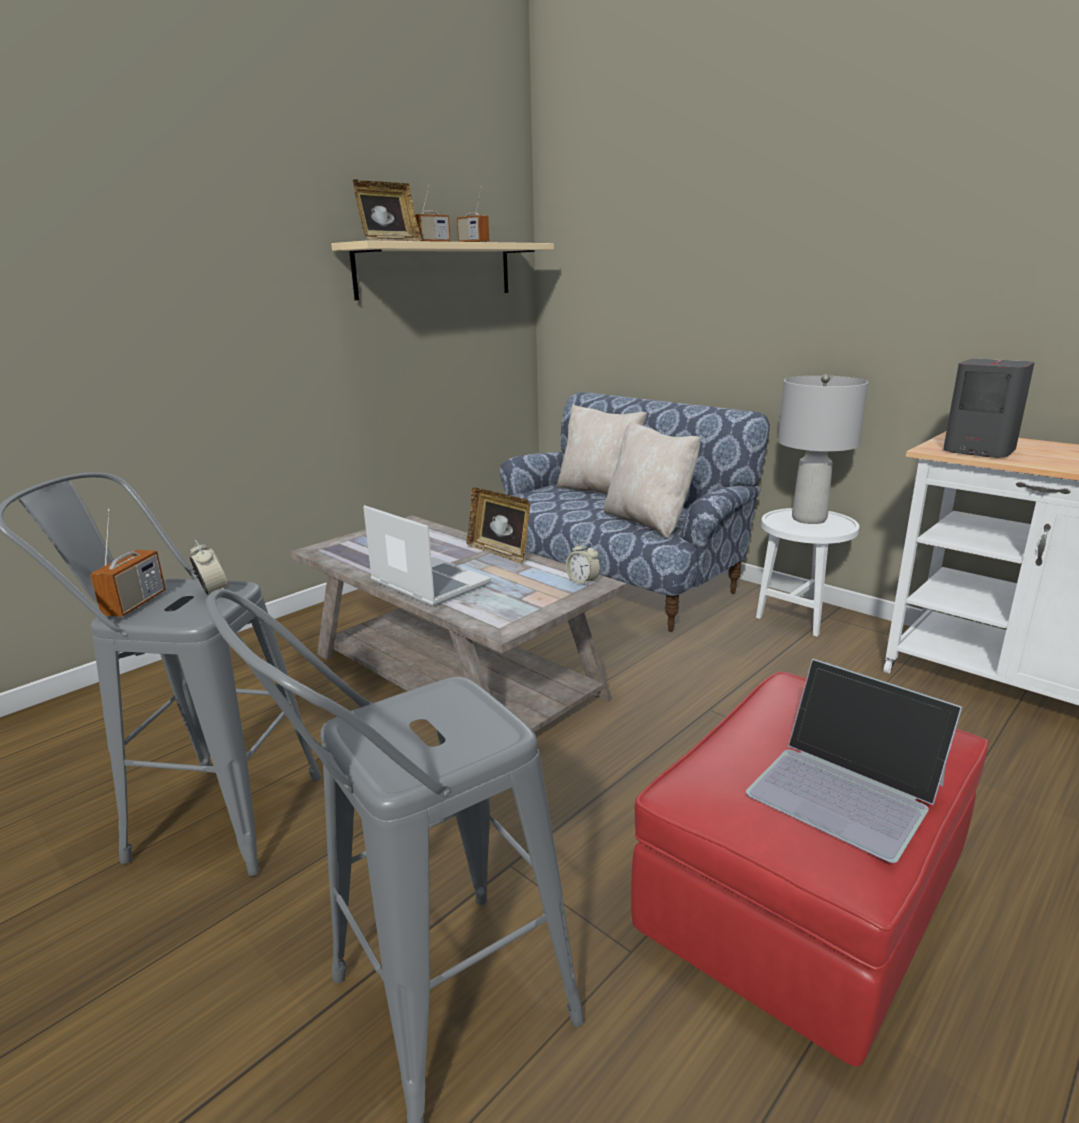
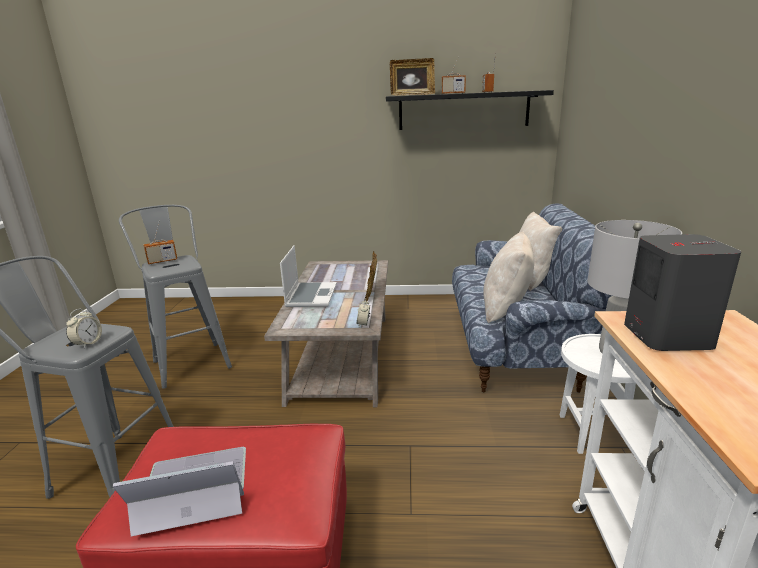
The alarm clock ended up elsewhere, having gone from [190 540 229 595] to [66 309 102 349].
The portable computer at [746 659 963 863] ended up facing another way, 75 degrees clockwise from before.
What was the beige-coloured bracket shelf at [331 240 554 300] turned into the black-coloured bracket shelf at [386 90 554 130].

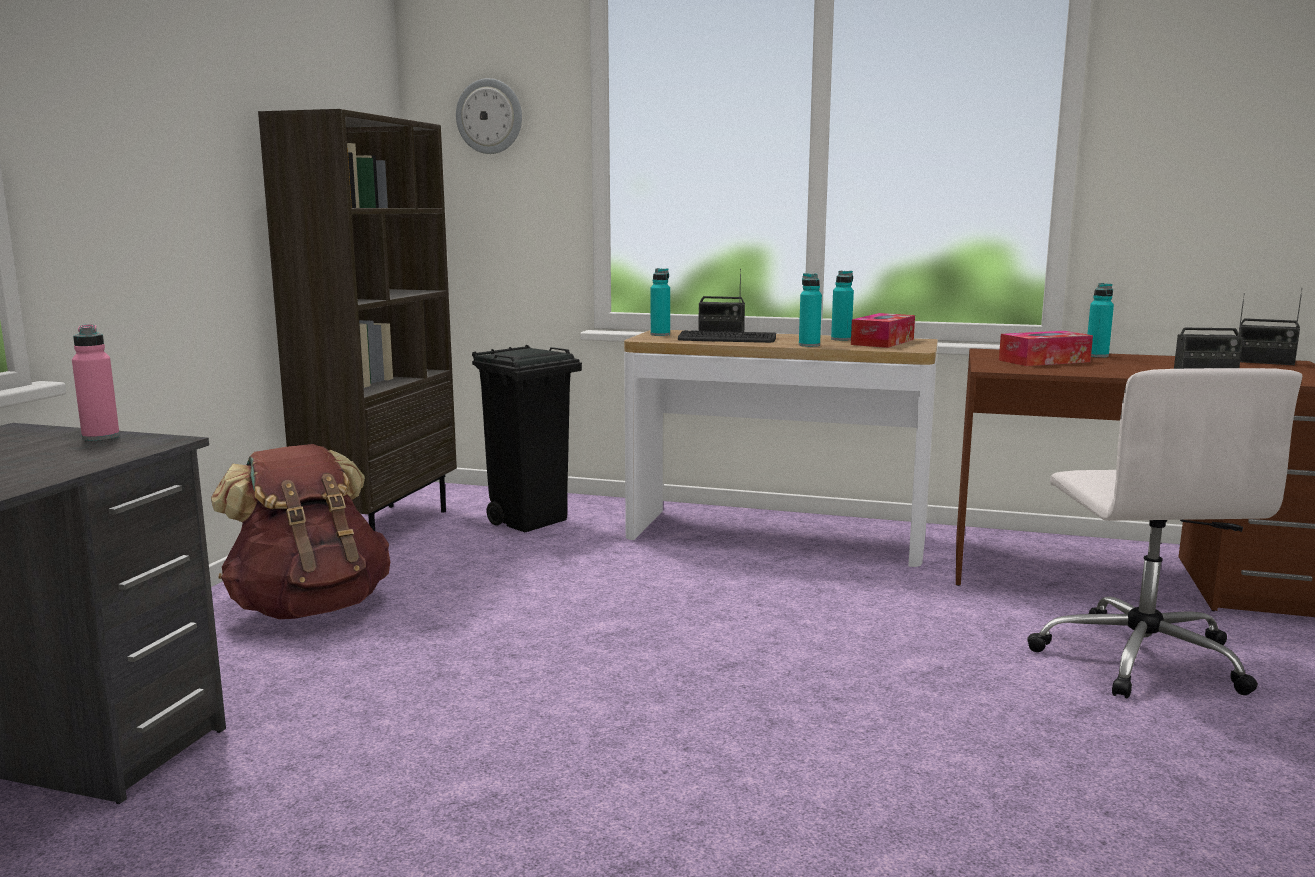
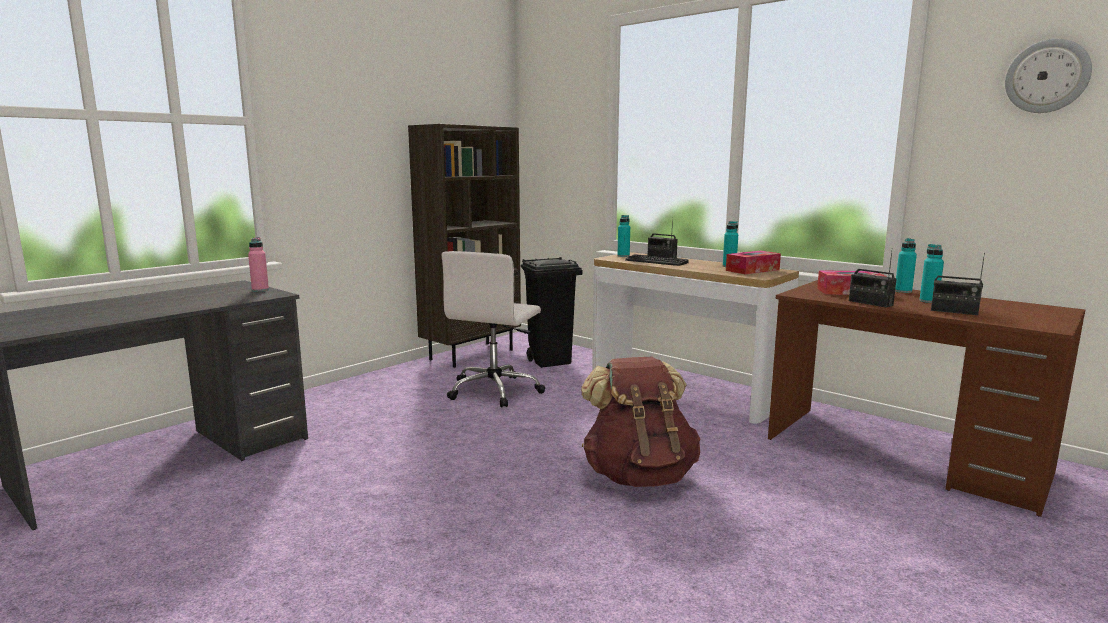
The white computer chair ended up elsewhere, having gone from [1027 368 1302 698] to [442 251 545 408].
The brown backpack ended up elsewhere, having gone from [211 444 390 619] to [581 357 700 487].
The radio receiver ended up elsewhere, having gone from [1239 288 1303 365] to [849 248 897 308].
The blue-green beverage bottle ended up elsewhere, having gone from [799 273 822 347] to [919 244 944 303].
The hanging clock ended up elsewhere, having gone from [456 78 522 154] to [1005 39 1092 113].

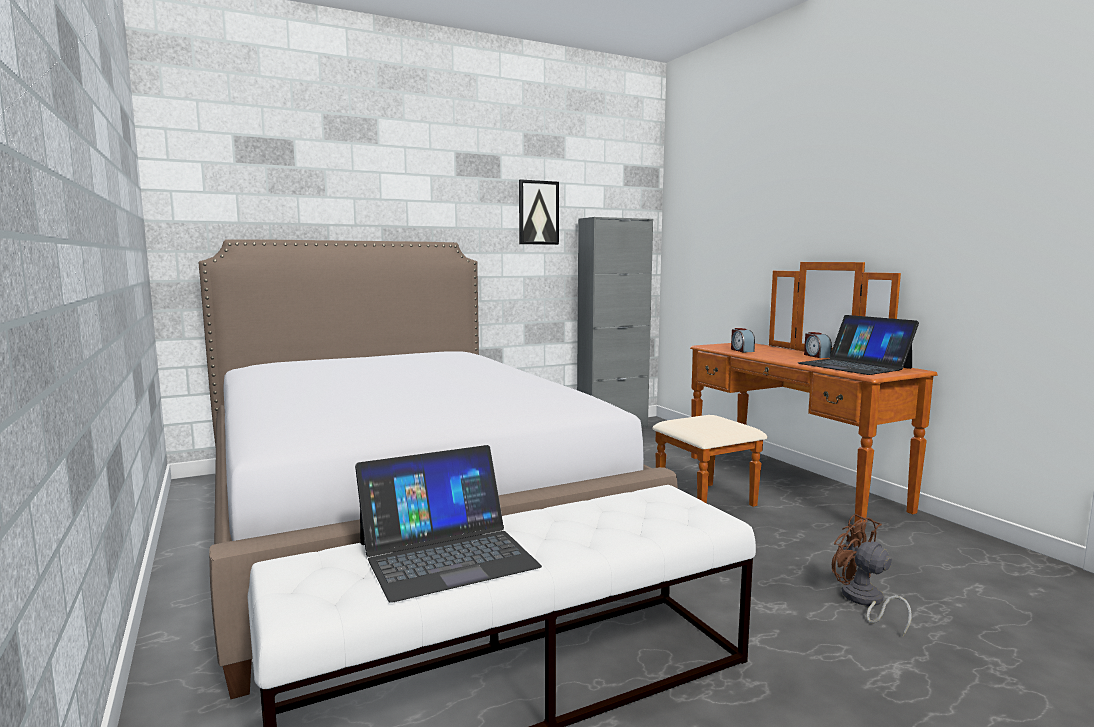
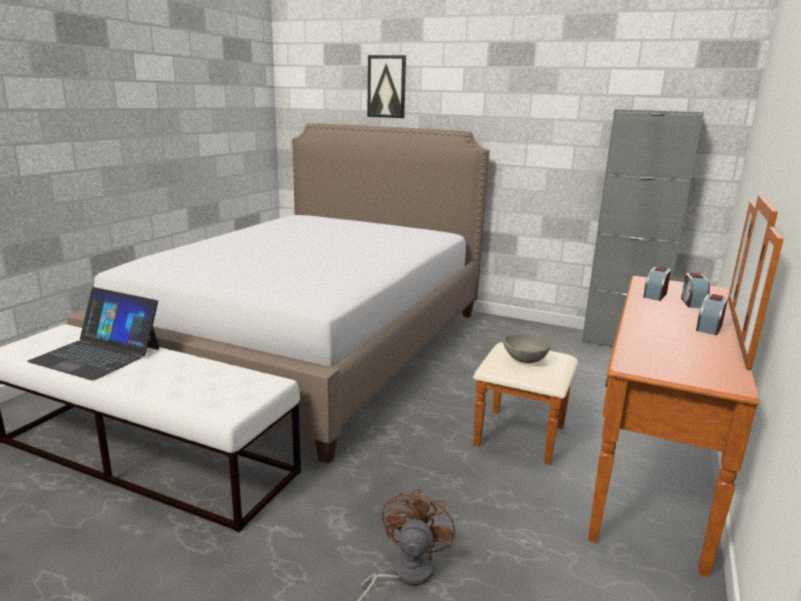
The wall art ended up elsewhere, having gone from [519 179 559 245] to [367 55 406 118].
The second view gained the gray serving bowl at [503 334 550 363].
The second view gained the alarm clock at [681 273 710 308].
The second view lost the portable computer at [798 315 919 375].

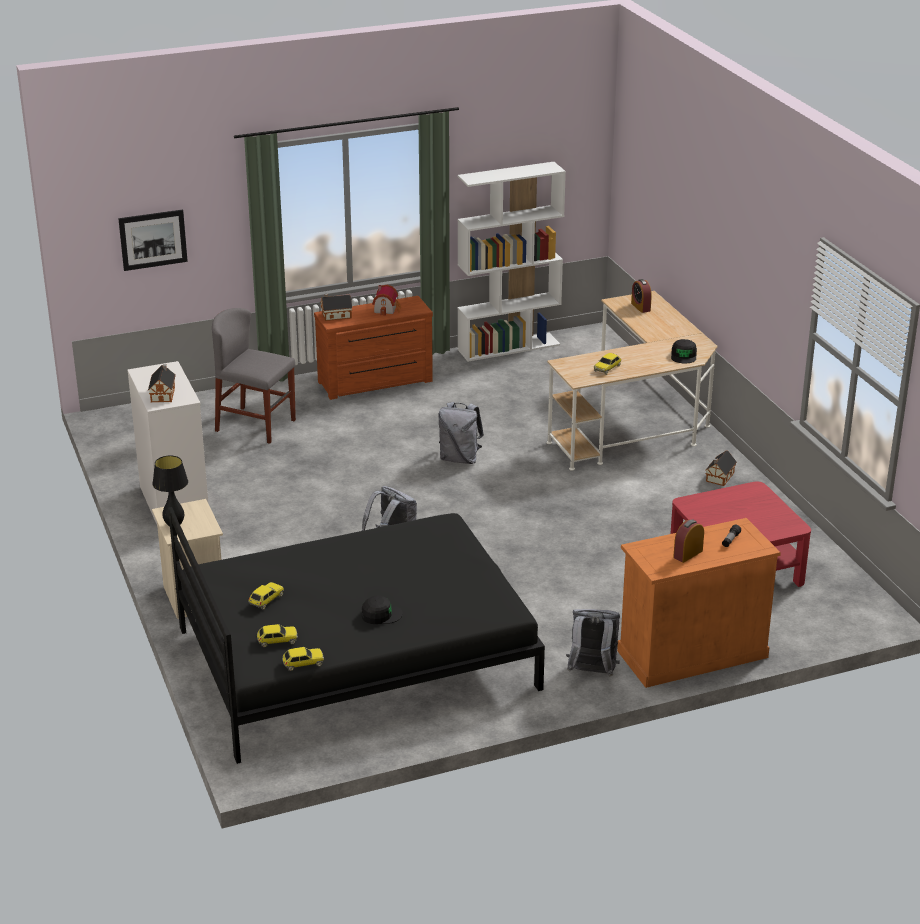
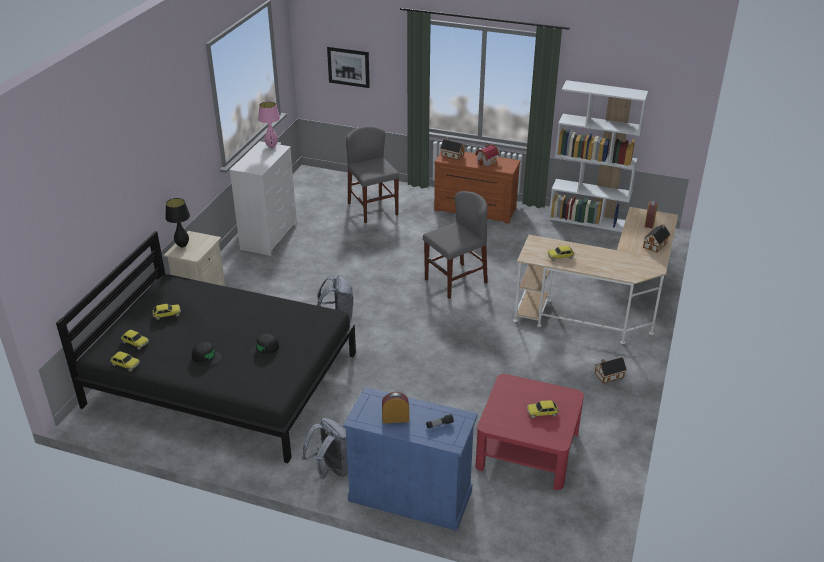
The black-coloured peaked cap ended up elsewhere, having gone from [671 339 697 363] to [250 334 279 358].
The second view gained the pink-coloured lamp for a table at [258 101 280 148].
What was the orange storage cabinet at [617 518 781 688] turned into the bluish storage cabinet at [343 387 478 531].
Where the gray backpack stood at [438 402 484 464], the gray upright chair came to stand at [423 191 488 299].
The second view gained the miniature car at [527 400 559 418].
The model house ended up elsewhere, having gone from [148 364 176 403] to [643 224 670 253].

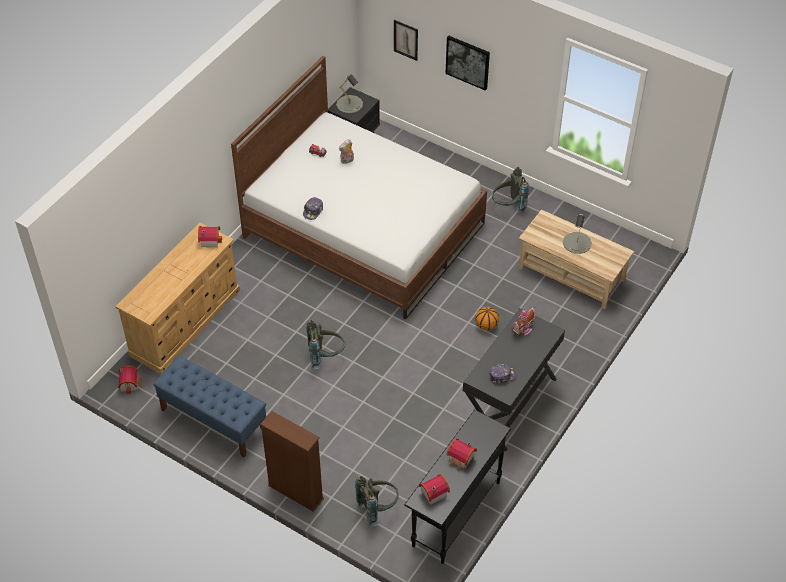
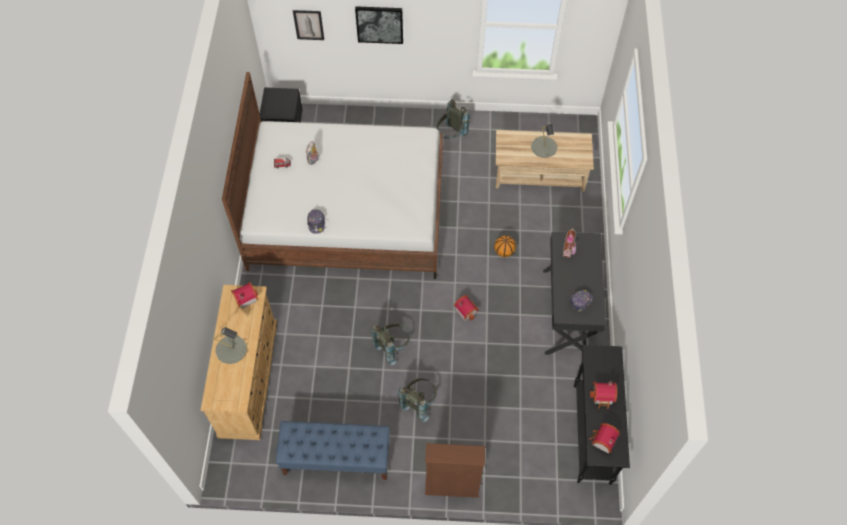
The gray lamp for a table ended up elsewhere, having gone from [337 74 363 114] to [212 327 247 364].
The gray backpack ended up elsewhere, having gone from [355 476 399 527] to [398 378 437 422].
The model house ended up elsewhere, having gone from [118 365 143 394] to [454 295 479 321].

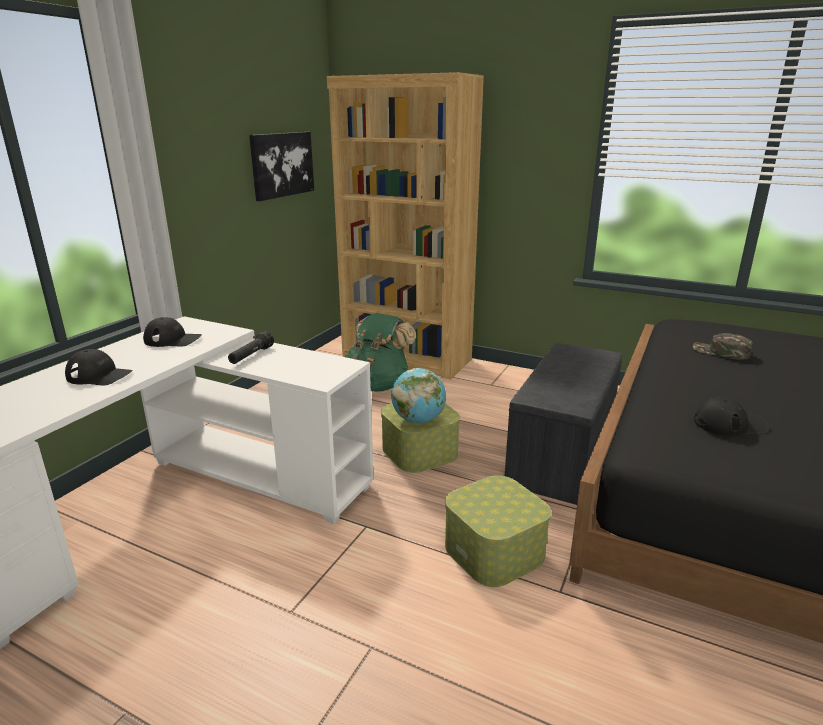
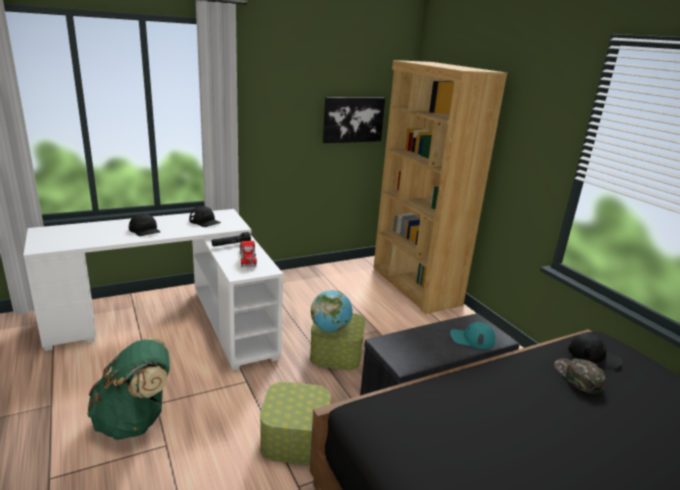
The greenish backpack ended up elsewhere, having gone from [345 313 416 392] to [87 338 170 440].
The second view gained the toy truck at [240 241 257 267].
The second view gained the blue-green peaked cap at [450 322 496 349].
The black-coloured peaked cap ended up elsewhere, having gone from [694 397 768 437] to [568 333 623 369].

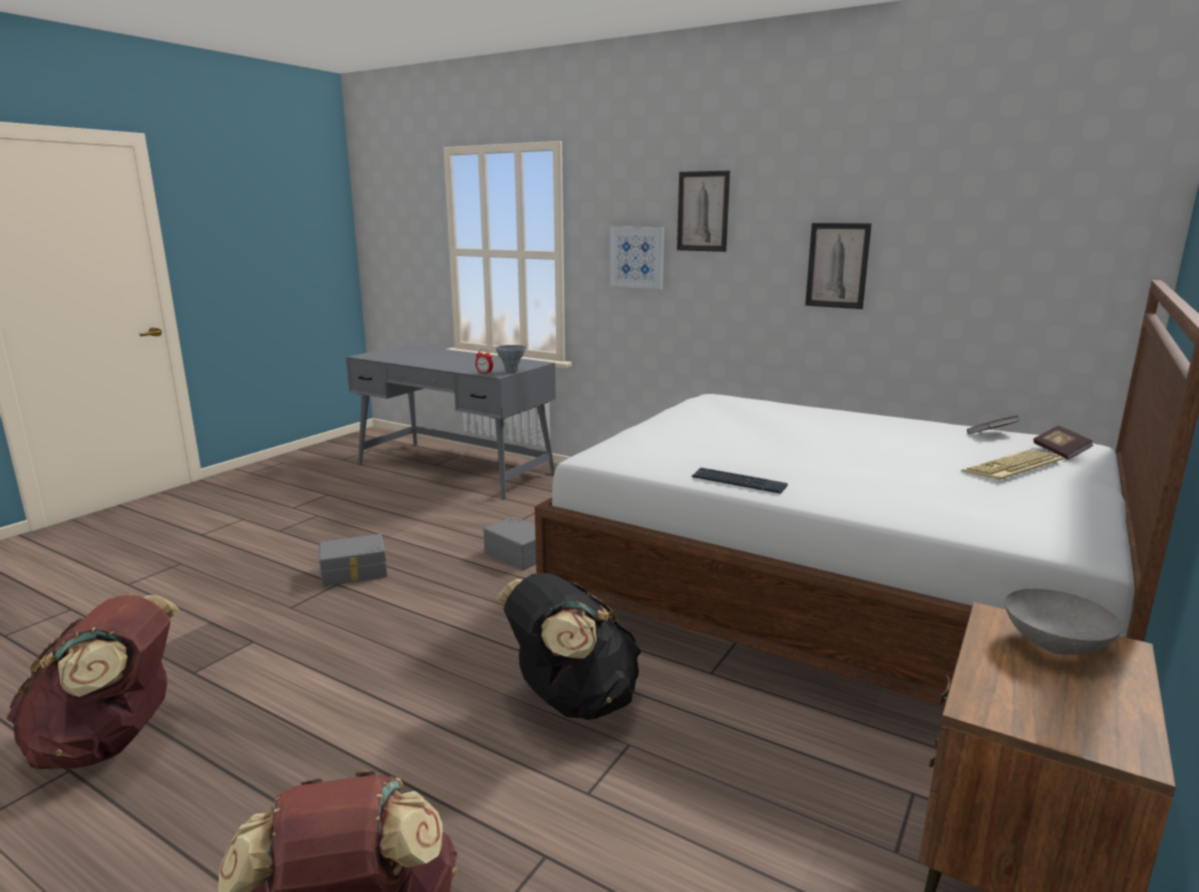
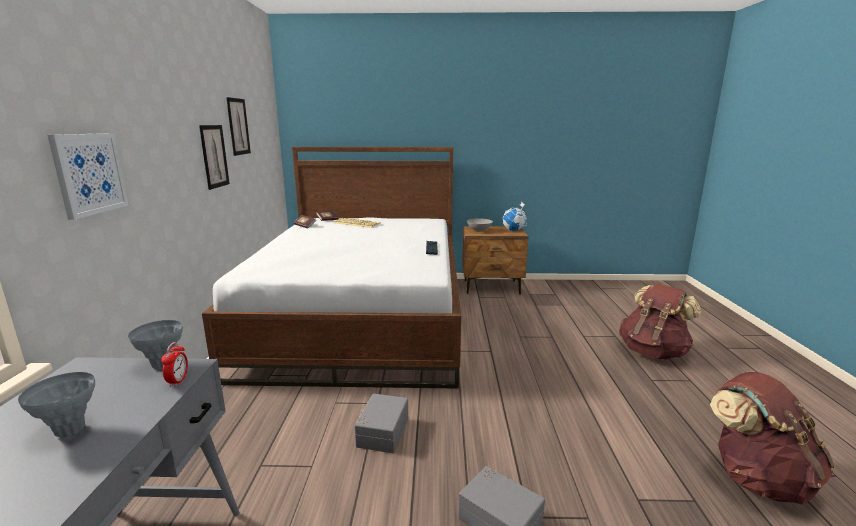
The second view gained the gray vase at [18 372 95 438].
The wall art ended up elsewhere, having gone from [677 171 730 252] to [226 97 251 156].
The second view gained the world globe at [503 202 527 231].
The second view lost the black-coloured backpack at [496 573 641 720].

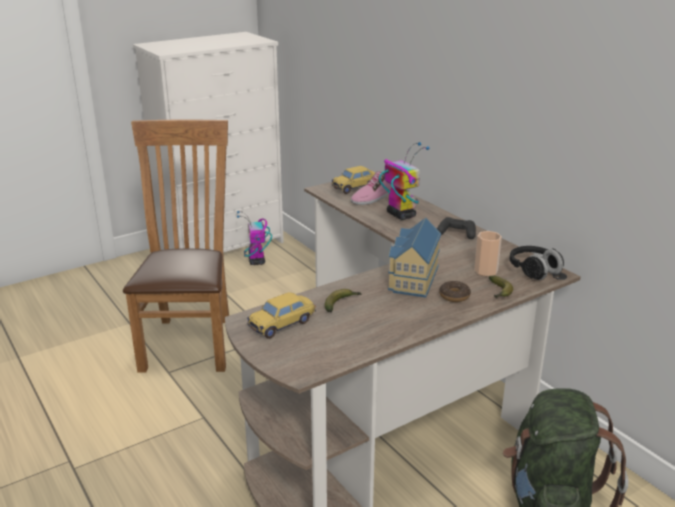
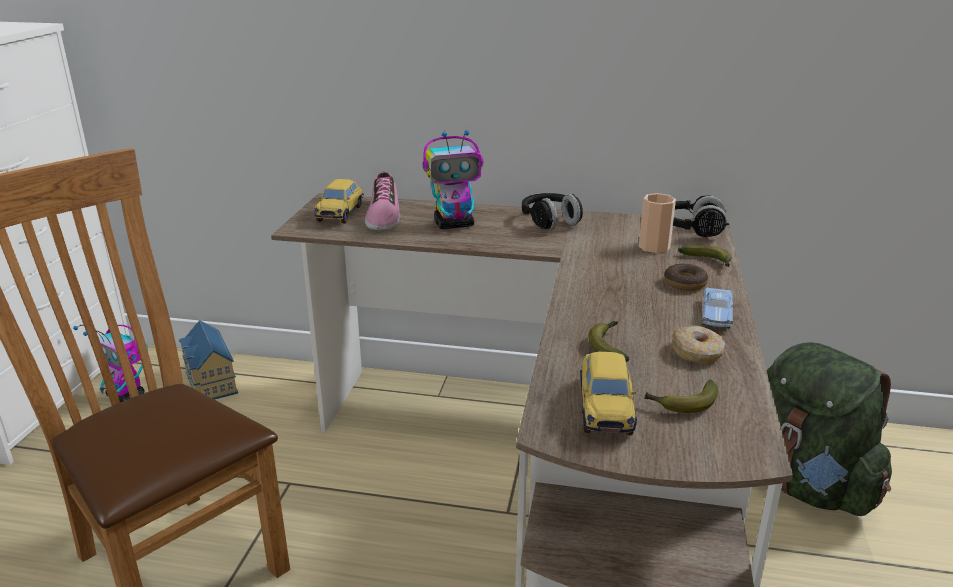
The model house ended up elsewhere, having gone from [388 218 441 298] to [179 320 238 400].
The model robot at [379 142 430 220] ended up facing another way, 150 degrees clockwise from before.
Where the black-coloured game controller stood at [437 217 476 239], the black-coloured headphones came to stand at [522 193 583 230].
The second view gained the banana fruit at [645 380 718 413].
The second view gained the donut at [672 325 725 364].
The second view gained the bluish miniature car at [702 287 733 329].

